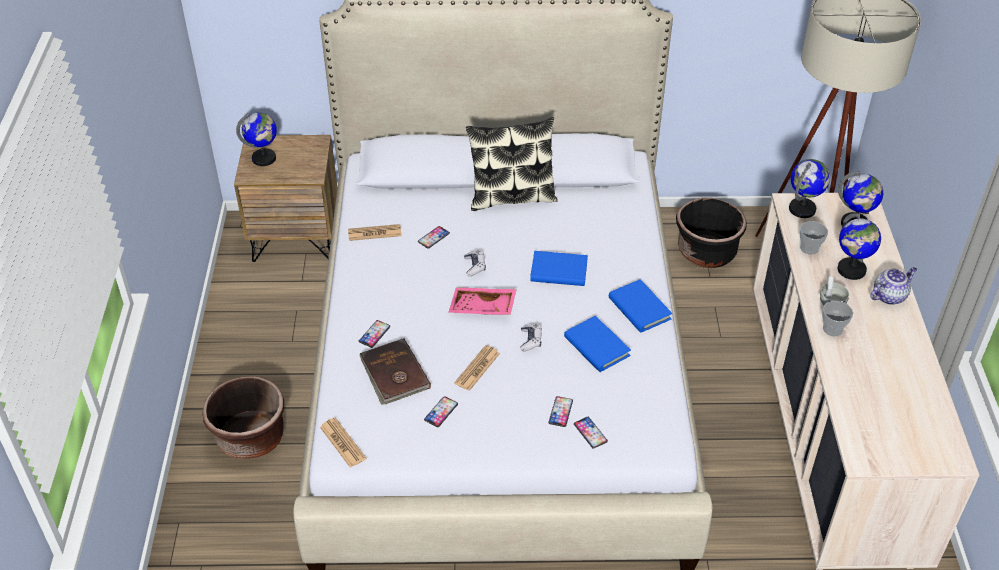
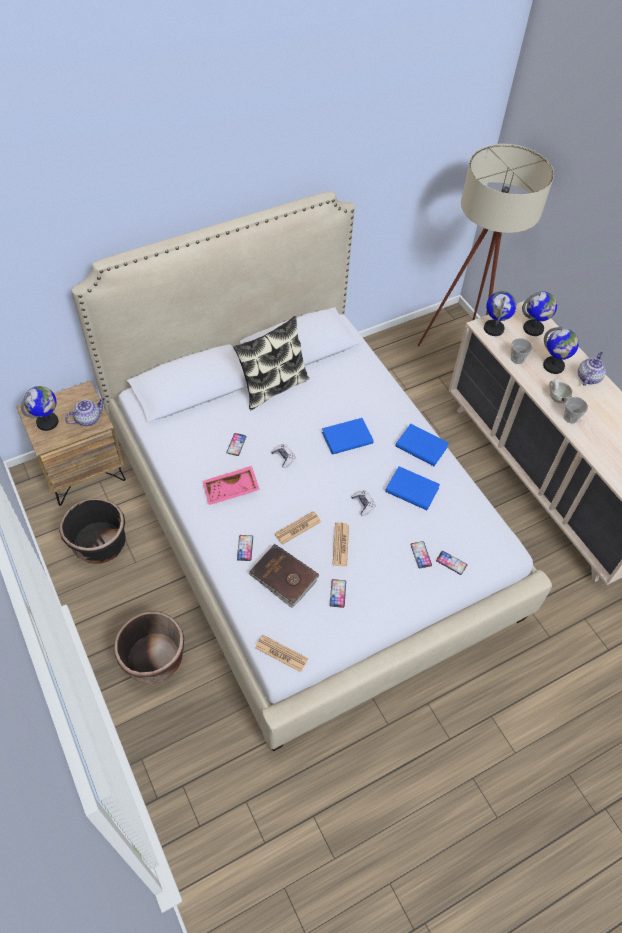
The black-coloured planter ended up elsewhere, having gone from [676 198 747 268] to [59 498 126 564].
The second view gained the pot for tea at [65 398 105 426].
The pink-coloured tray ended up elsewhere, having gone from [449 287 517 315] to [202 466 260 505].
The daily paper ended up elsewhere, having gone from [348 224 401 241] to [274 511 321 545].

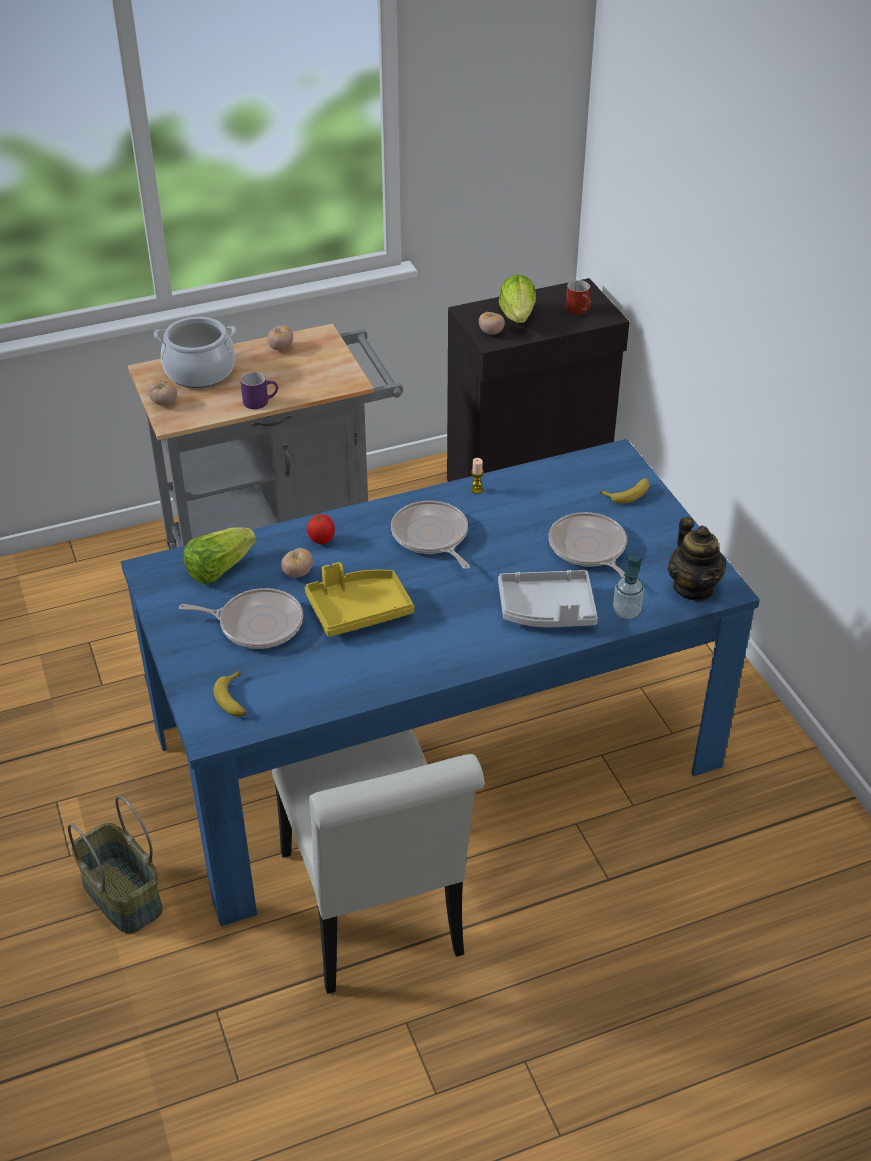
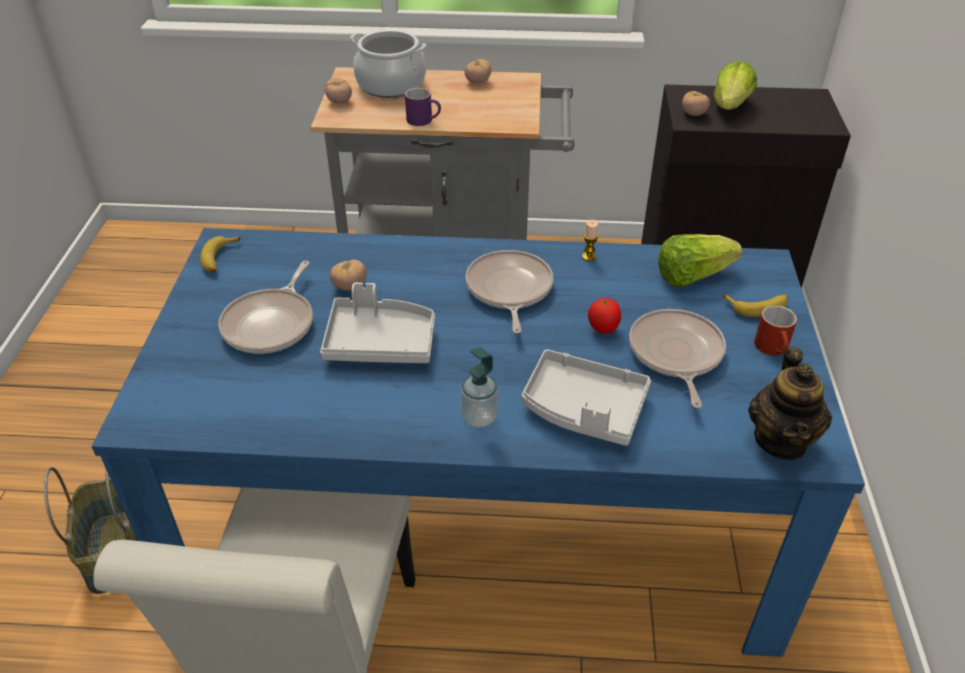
The banana fruit ended up elsewhere, having gone from [214 671 247 716] to [200 236 240 273].
The frying pan at [179 588 303 649] ended up facing another way, 75 degrees clockwise from before.
What was the yellow-coloured tray at [305 562 414 637] turned into the gray tray at [320 283 435 363].
The liquid soap bottle ended up elsewhere, having gone from [613 555 644 619] to [461 347 498 427].
The tomato ended up elsewhere, having gone from [307 514 335 544] to [588 298 621 334].
The lettuce ended up elsewhere, having gone from [184 527 256 585] to [658 234 742 287].
The reddish coffee mug ended up elsewhere, having gone from [566 280 591 314] to [754 305 797 356].

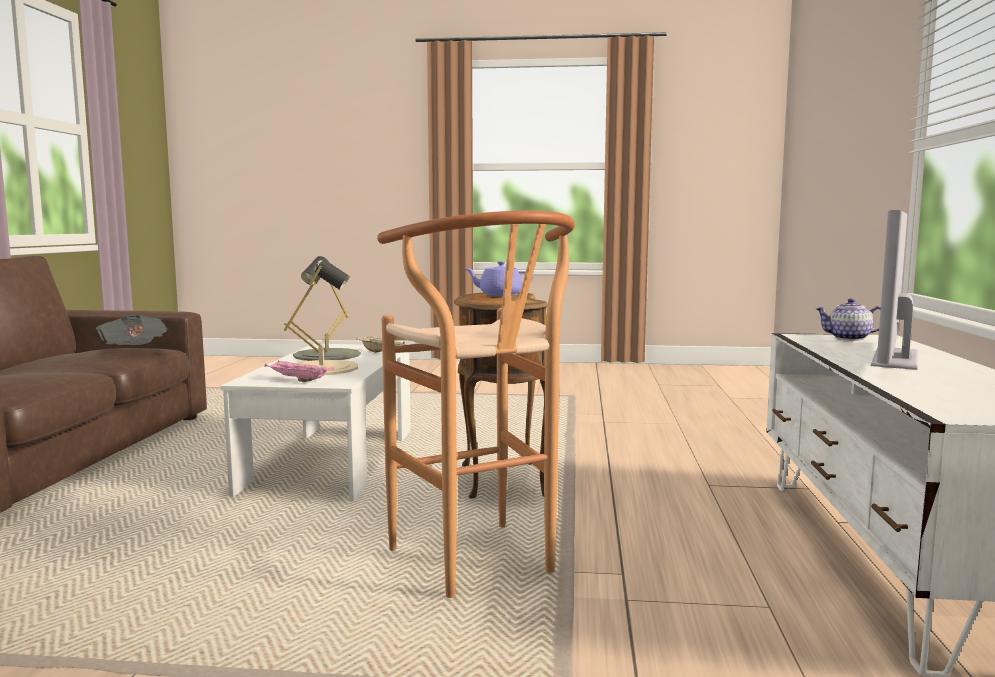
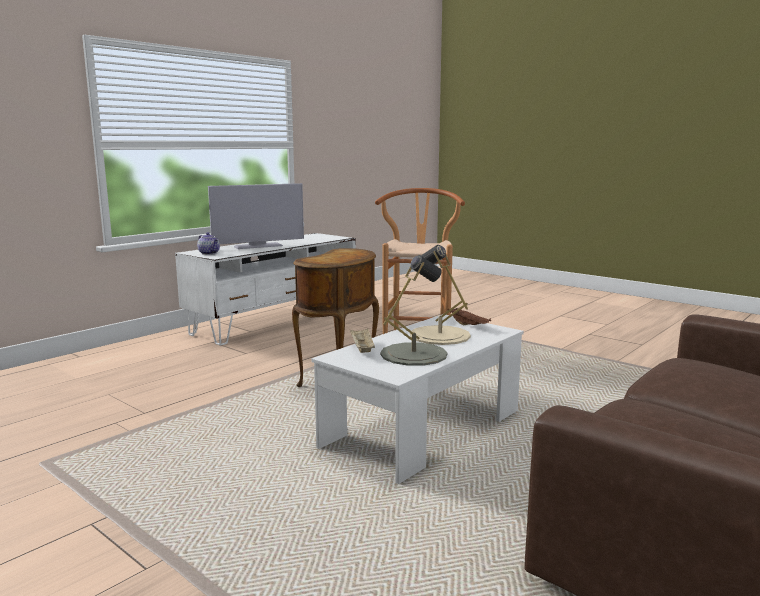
What was the pink-coloured tray at [264 360 335 382] turned into the brown tray at [447 308 491 325].
The second view lost the daily paper at [95 315 168 345].
The second view lost the purple-coloured pot for tea at [464 261 534 296].

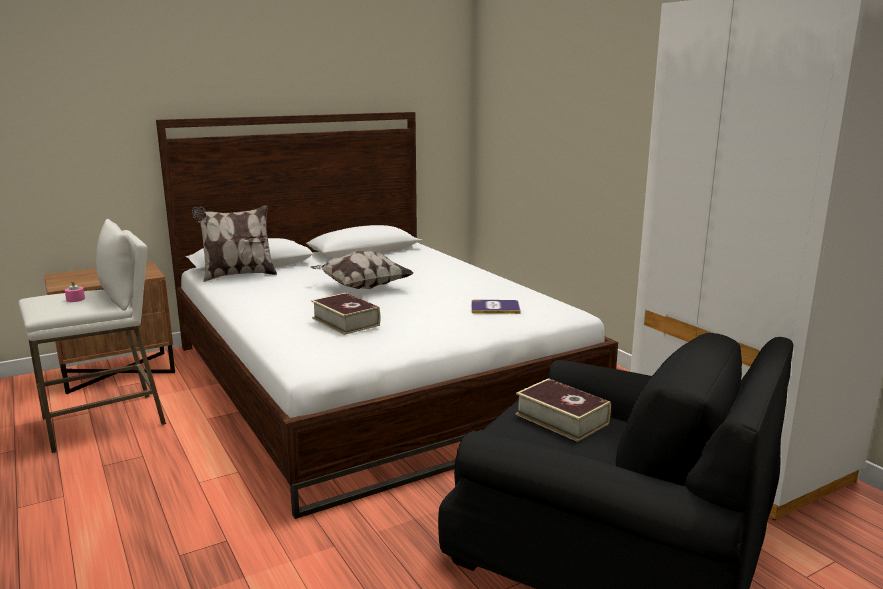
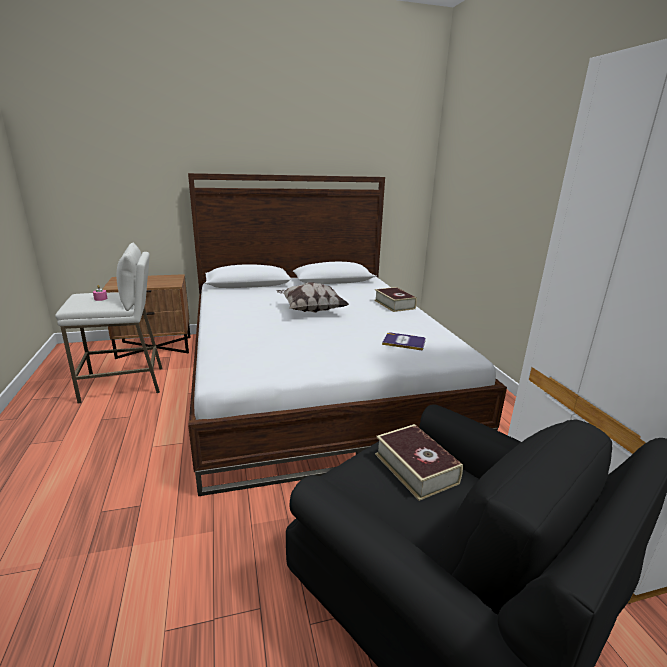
The book ended up elsewhere, having gone from [311 293 380 335] to [374 287 417 312].
The second view lost the throw pillow at [192 205 277 282].

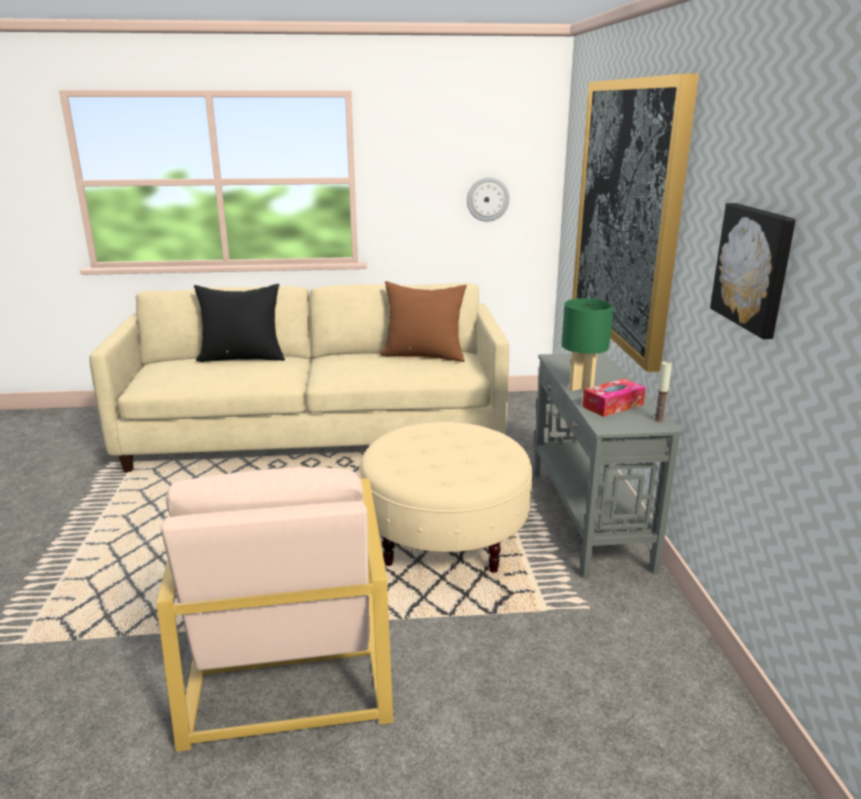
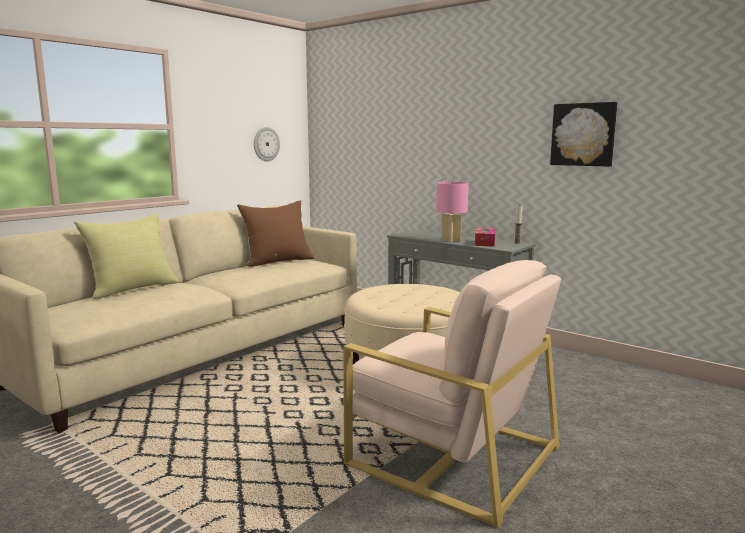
What was the black-coloured throw pillow at [194 284 285 362] turned into the yellow-coloured throw pillow at [74 213 179 299].
What was the greenish lamp for a table at [561 298 613 391] turned into the pink-coloured lamp for a table at [436 182 469 243].
The second view lost the wall art at [572 74 699 372].

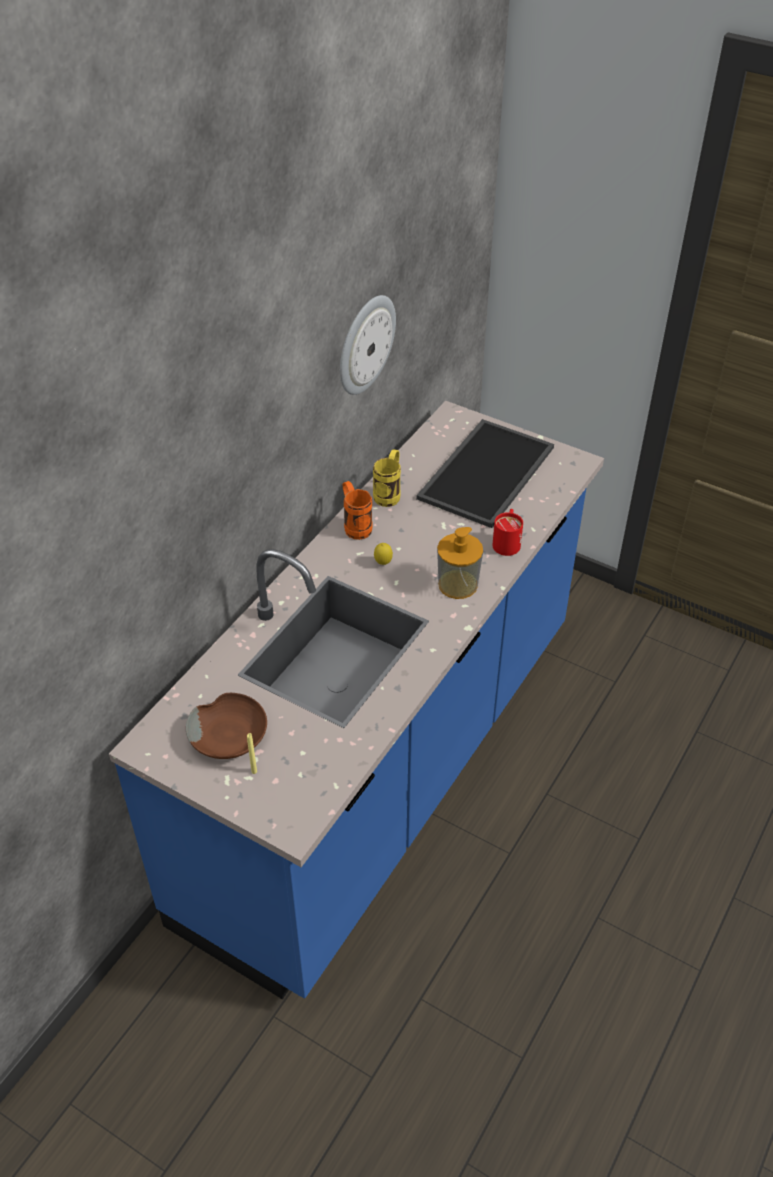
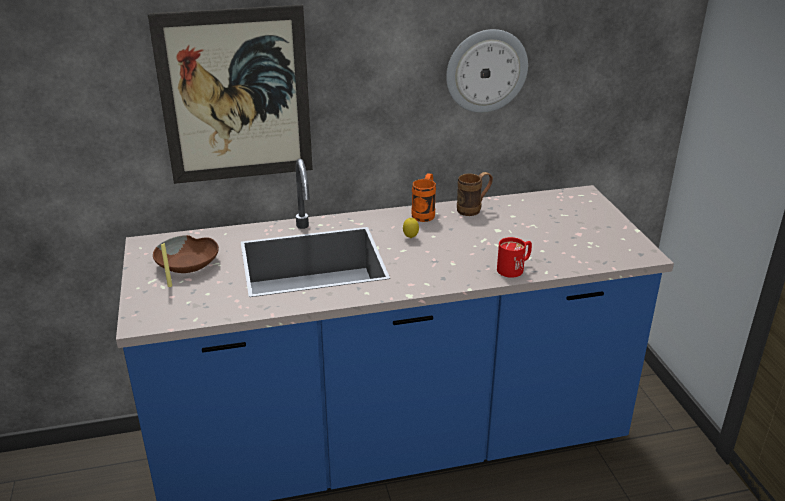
The second view gained the wall art at [147 5 313 184].
What was the yellow-coloured coffee mug at [373 449 401 507] turned into the brown coffee mug at [457 172 493 216].
The second view lost the tray at [416 419 554 528].
The second view lost the liquid soap bottle at [437 527 483 599].

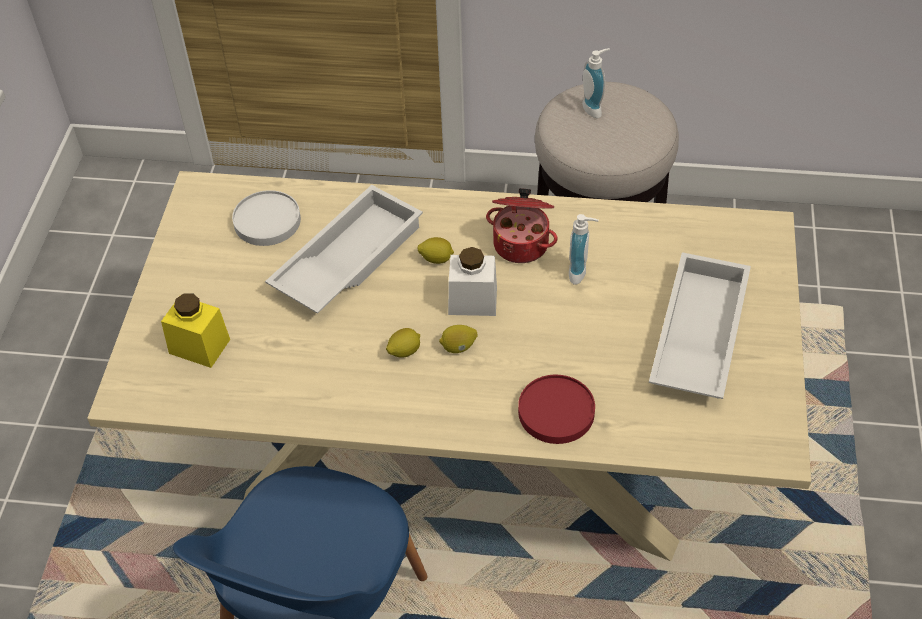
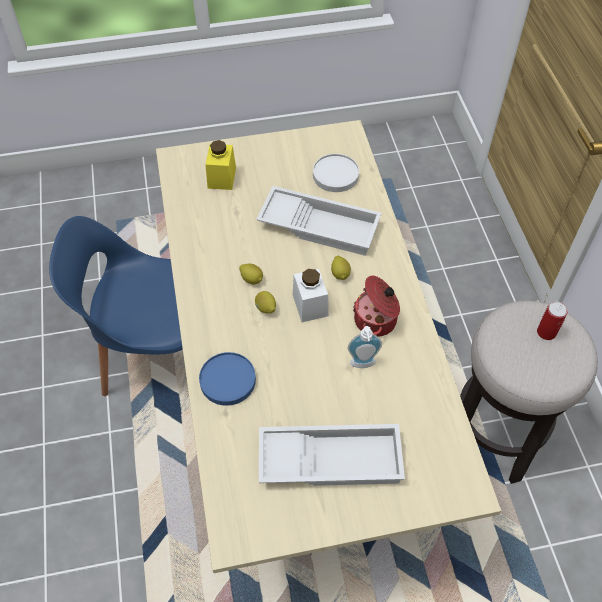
What was the reddish plate at [518 375 595 444] turned into the bluish plate at [199 352 256 406].
Where the liquid soap bottle stood at [582 48 610 118], the sealed can came to stand at [537 301 568 340].

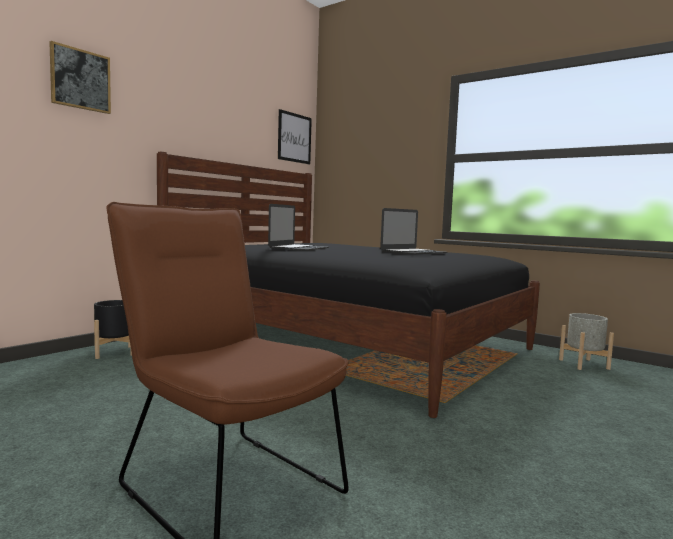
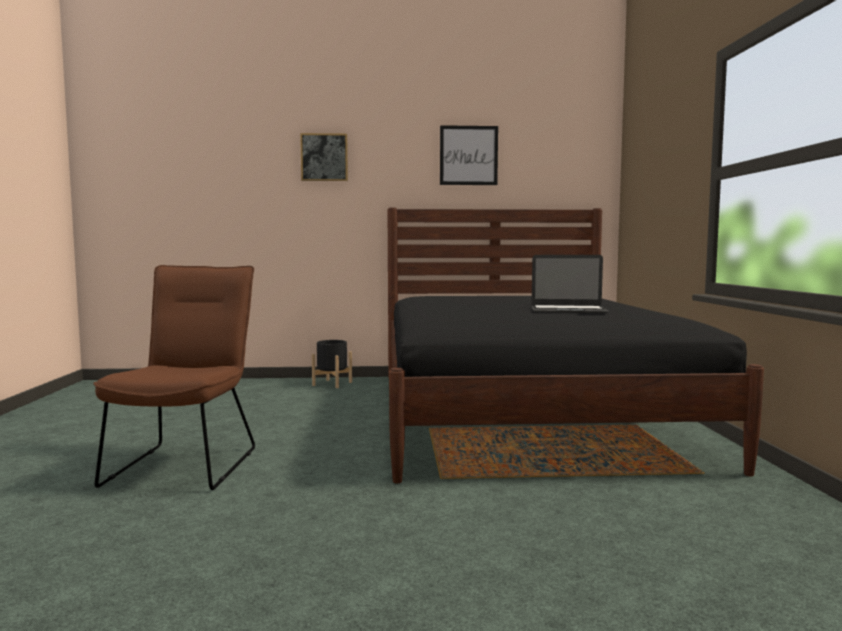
The wall art ended up elsewhere, having gone from [278 109 312 164] to [440 125 498 185].
The second view lost the portable computer at [268 204 329 251].
The second view lost the gray planter at [559 313 614 370].

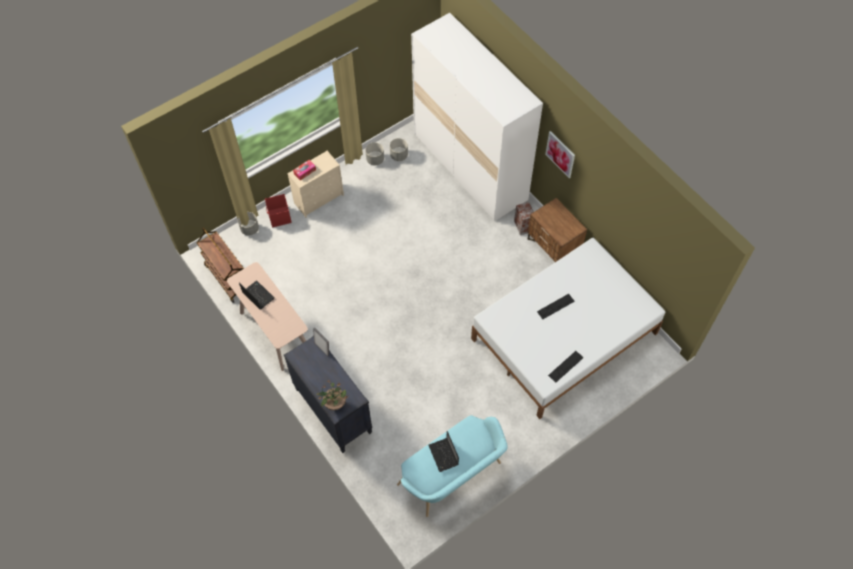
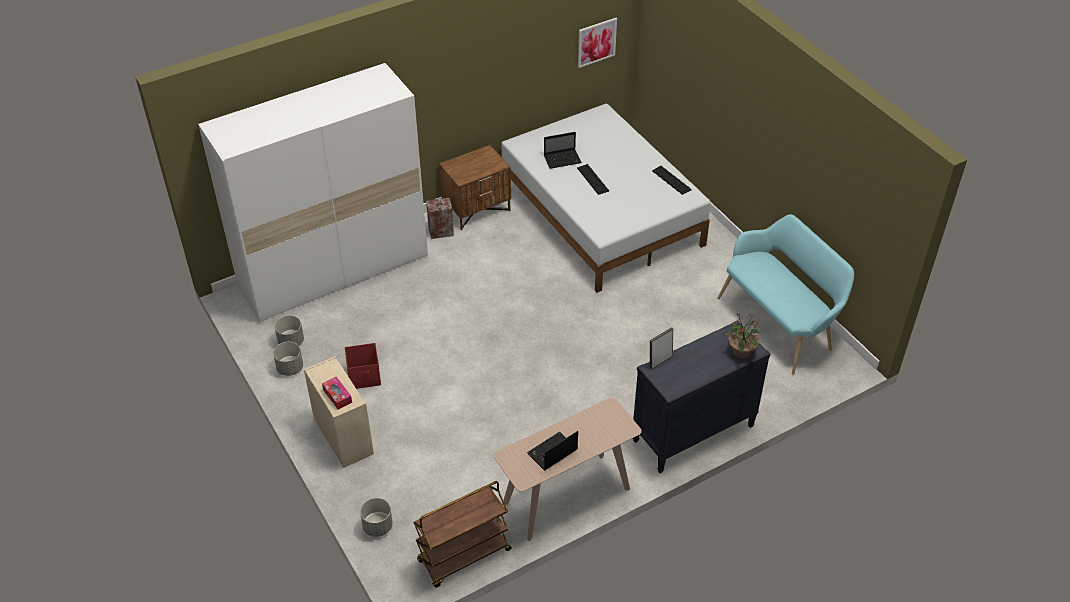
The reddish storage container ended up elsewhere, having gone from [265 194 292 228] to [345 343 381 389].
The portable computer ended up elsewhere, having gone from [429 431 459 472] to [544 132 582 169].
The wall art ended up elsewhere, having gone from [545 131 575 178] to [578 18 617 68].

